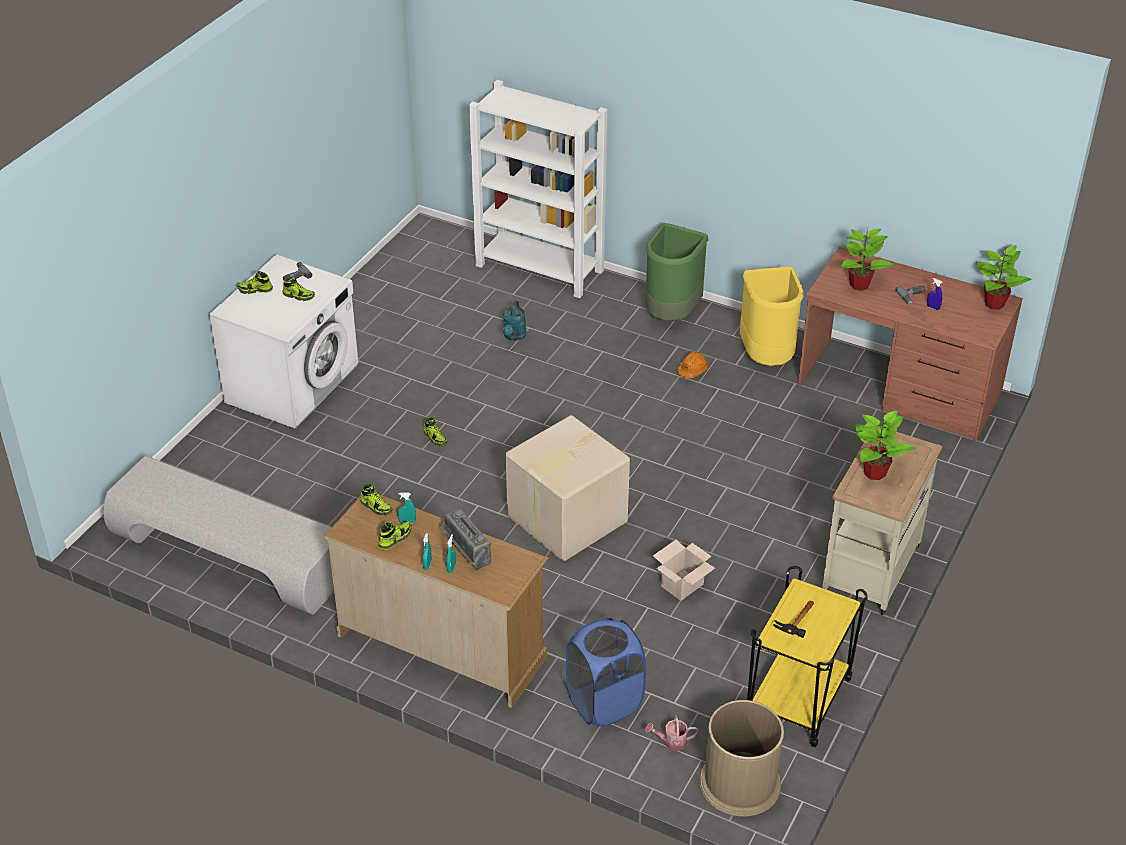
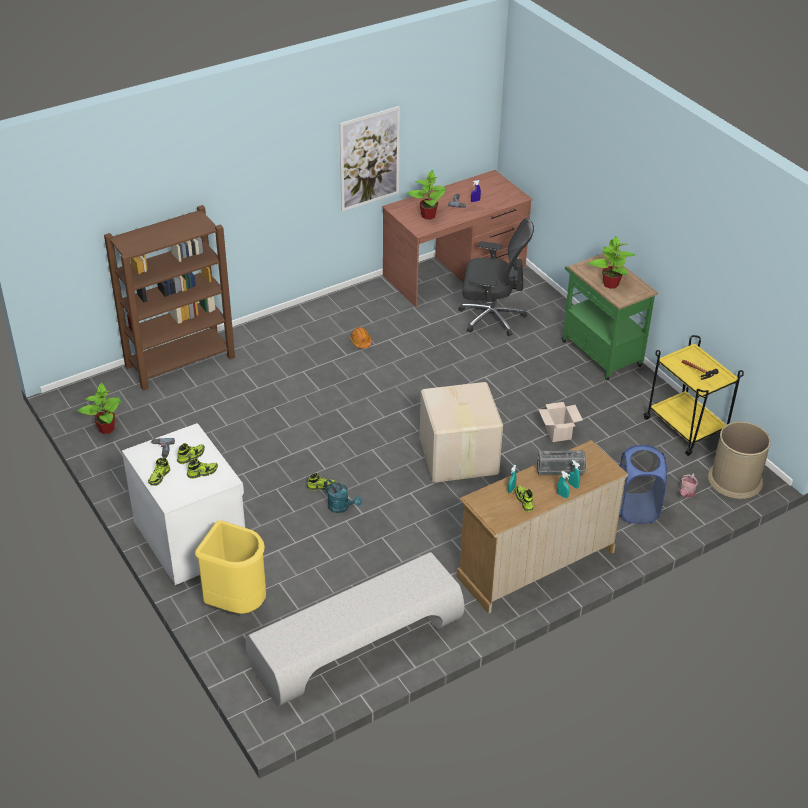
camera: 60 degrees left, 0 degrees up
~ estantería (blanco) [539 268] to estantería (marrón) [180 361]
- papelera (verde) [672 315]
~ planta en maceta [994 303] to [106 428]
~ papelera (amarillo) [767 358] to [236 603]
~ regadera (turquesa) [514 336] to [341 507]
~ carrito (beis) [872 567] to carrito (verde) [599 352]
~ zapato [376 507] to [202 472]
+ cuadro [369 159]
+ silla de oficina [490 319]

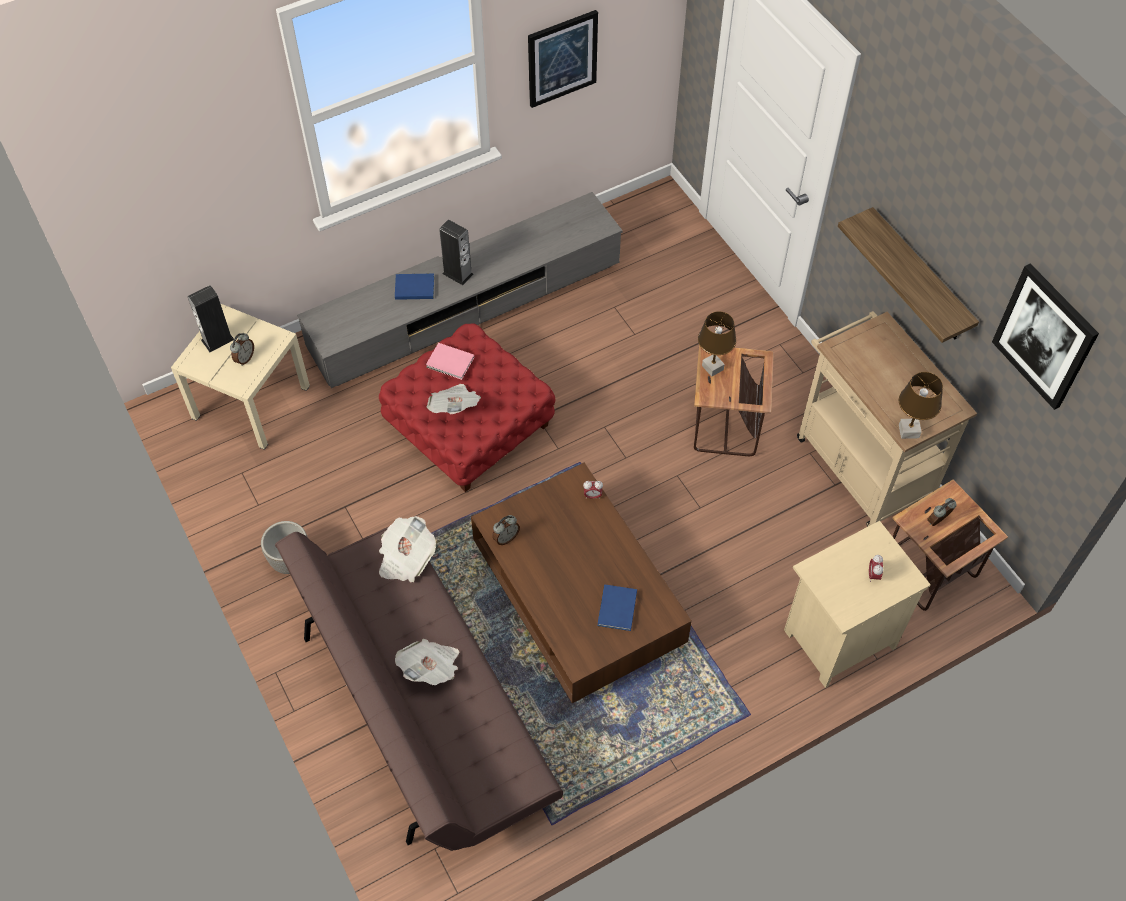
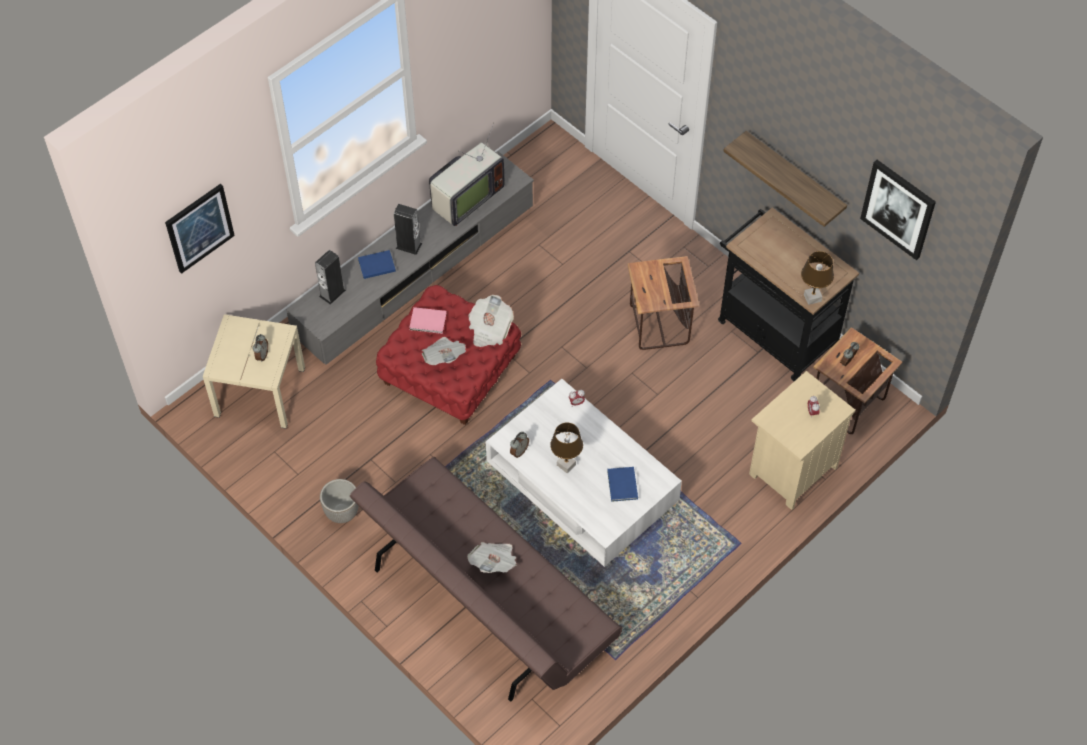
camera: 15 degrees left, 0 degrees up
~ cuadro [562 58] to [199 228]
~ altavoz [217 340] to [332 293]
~ lámpara de mesa (marrón) [712 367] to [566 465]
~ carrito (beis) [860 466] to carrito (negro) [773 332]
~ mesa de centro (marrón) [578 596] to mesa de centro (blanco) [582 486]
~ periódico [406 558] to [489 329]
+ televisor [465 199]

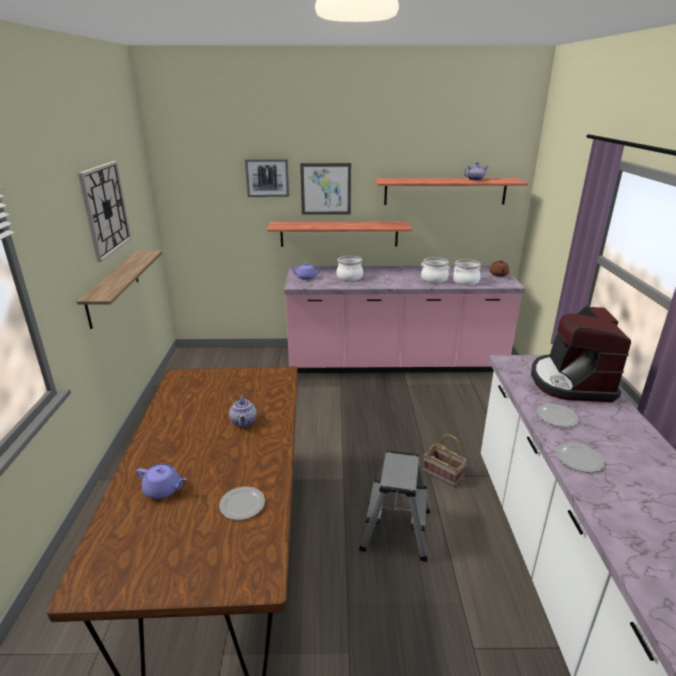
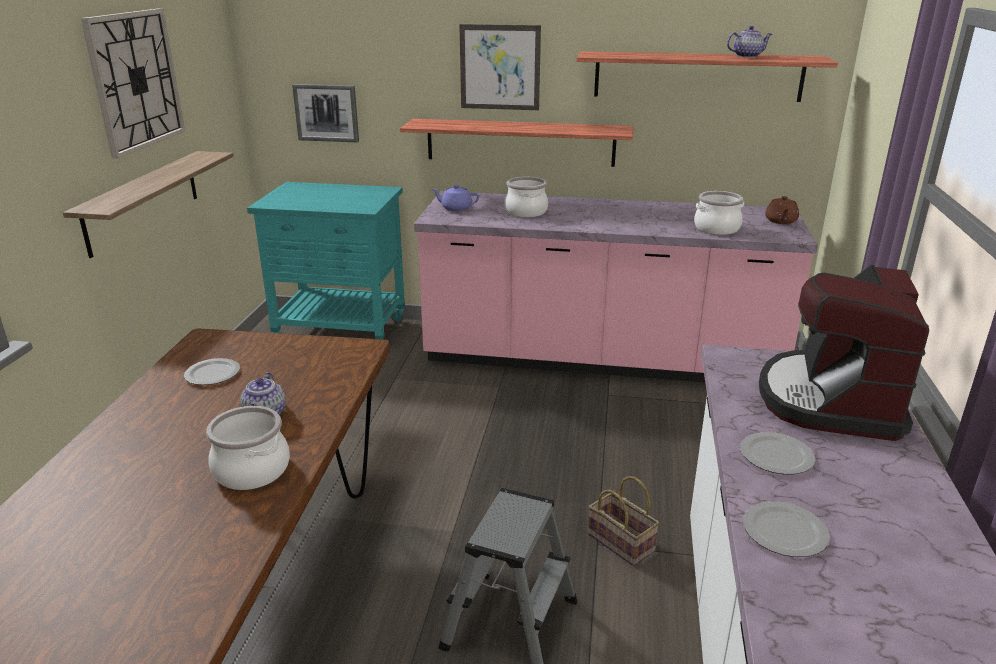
camera: 10 degrees right, 0 degrees up
~ cuadro [267 177] to [326 113]
~ olla [434 279] to [252 470]
- tetera (morado) [163 490]
~ plato [241 505] to [211 374]
+ carrito (turquesa) [342 334]

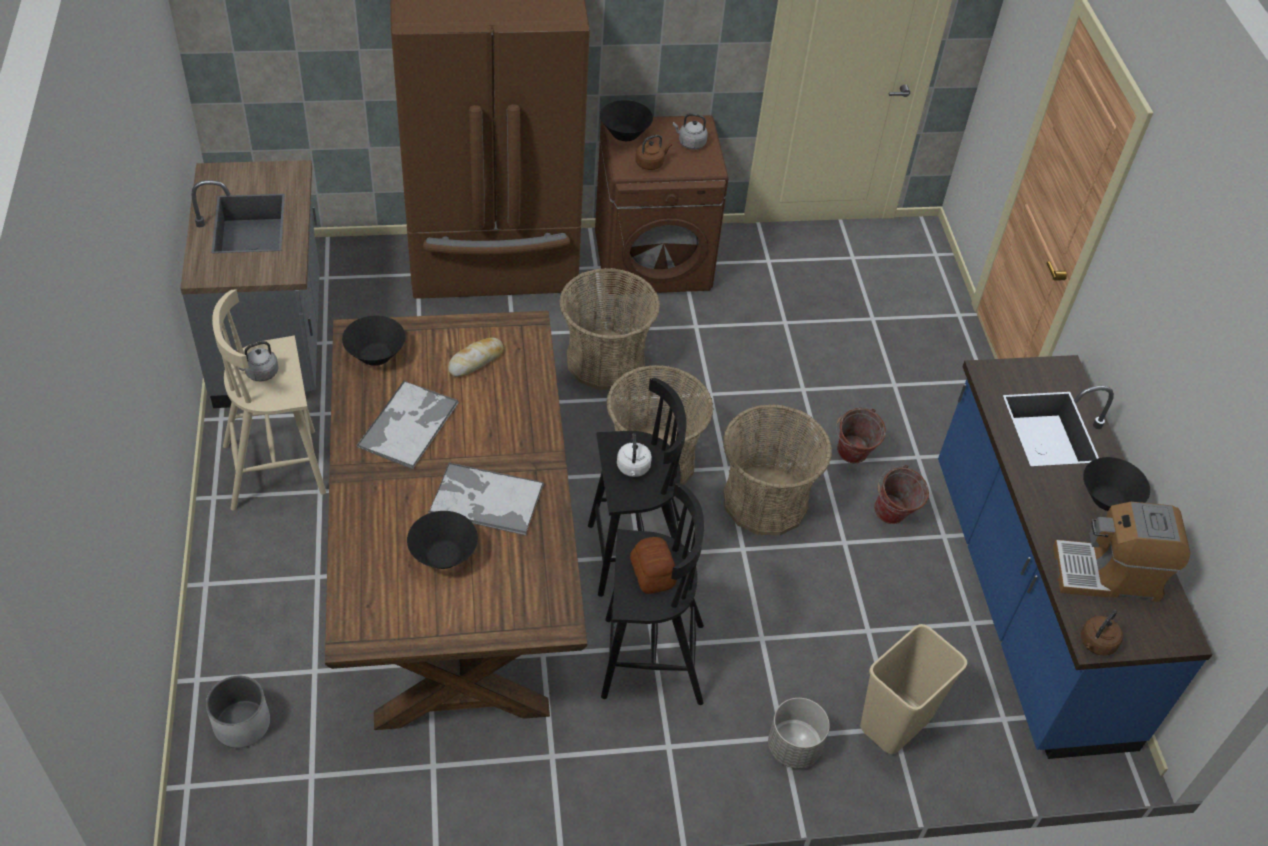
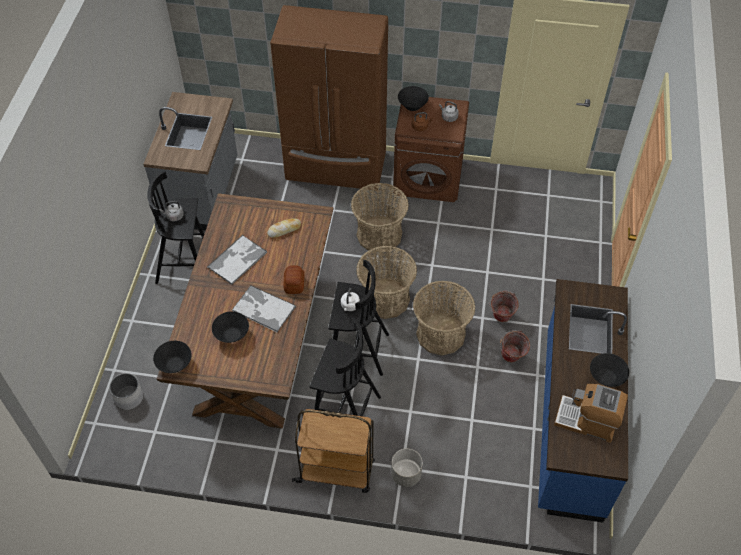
camera: 20 degrees right, 5 degrees up
~ taburete (beis) [278 468] to taburete (negro) [185 264]
~ cuenco (negro) [375 355] to [174 364]
~ pan [652 574] to [294 284]
- hervidor (marrón) [1096 644]
- papelera (beis) [895 724]
+ carrito (marrón) [336 472]

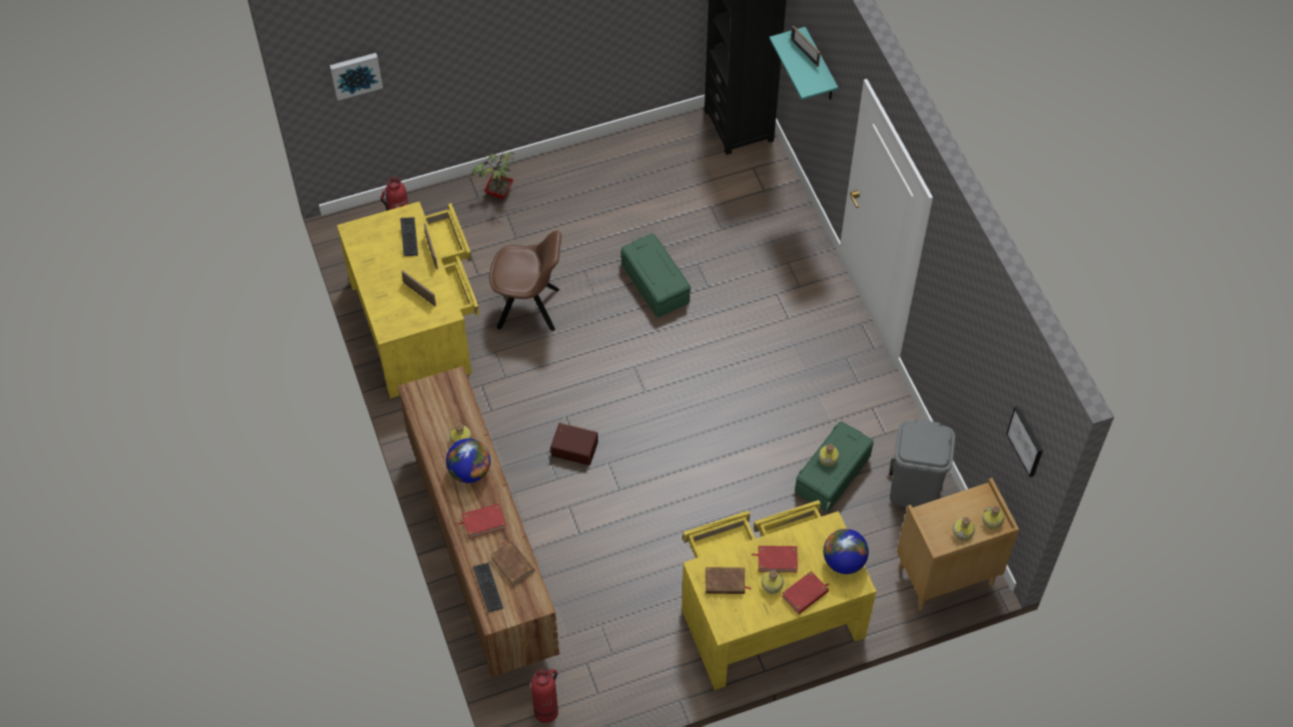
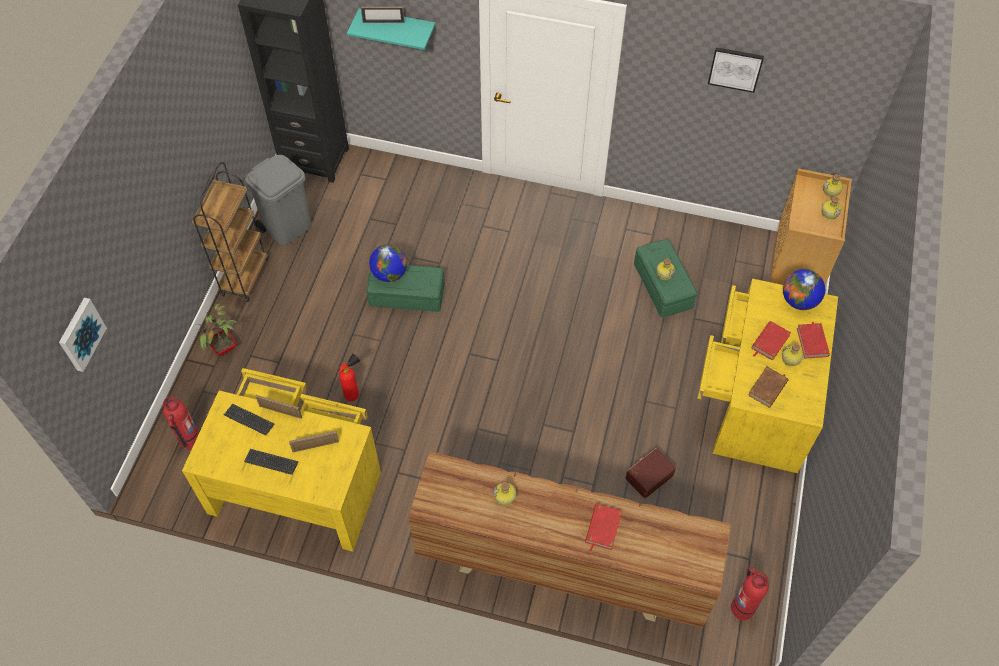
camera: 55 degrees left, 0 degrees up
~ silla (marrón) [529 308] to extintor [354 393]
~ cuadro [1026 441] to [735 68]
~ papelera (gris) [914 490] to [288 226]
~ caja de almacenaje (marrón) [575 447] to [648 476]
~ globo terráqueo [470 471] to [389 274]
- libro (marrón) [512 564]
~ teclado [488 588] to [271 462]
+ carrito (marrón) [245 278]

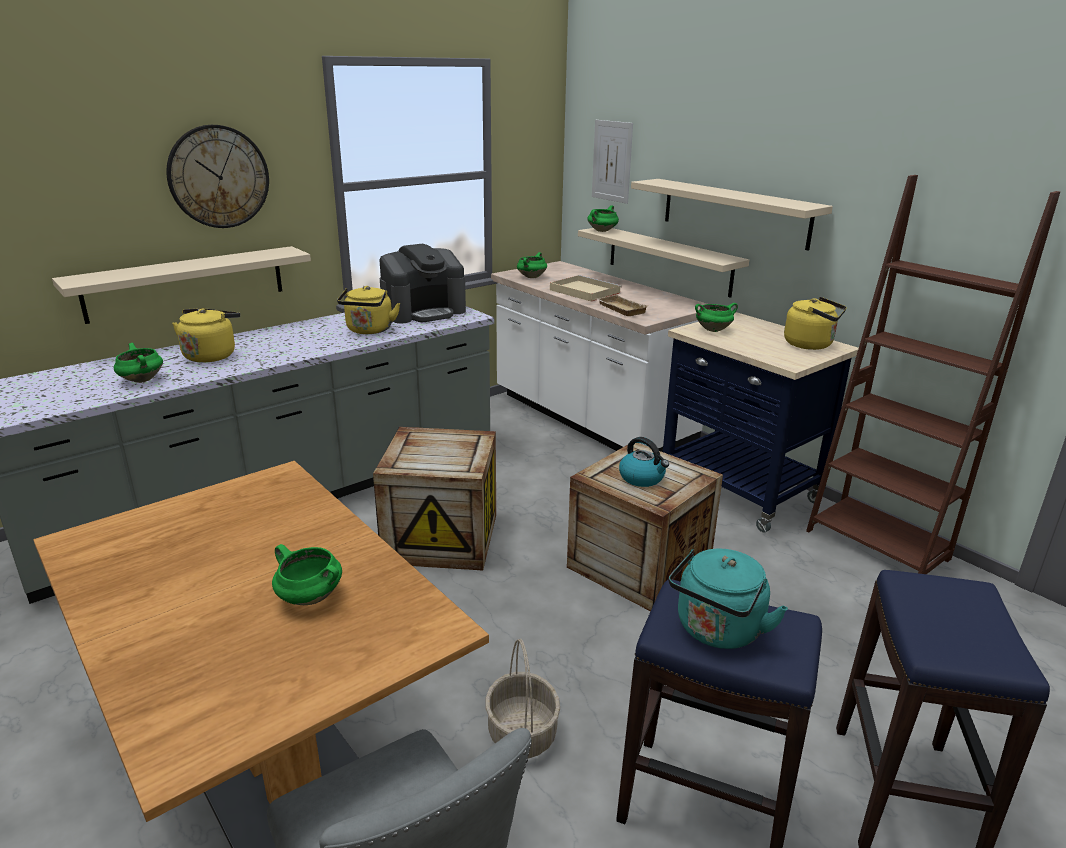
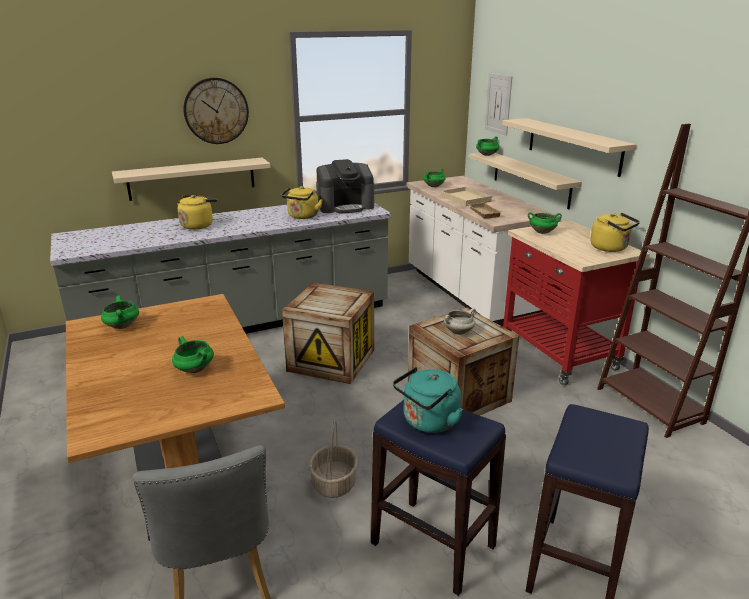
camera: 15 degrees right, 0 degrees up
~ carrito (azul) [739 491] to carrito (rojo) [558 355]
~ olla (verde) [141 380] to [122 326]
~ hervidor [642 478] to olla (blanco) [459 332]

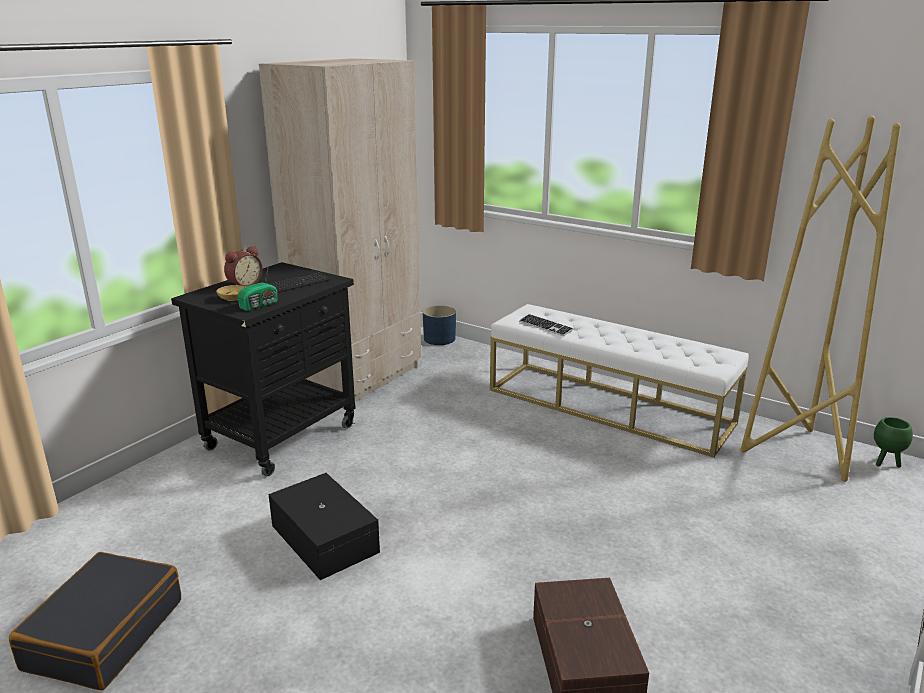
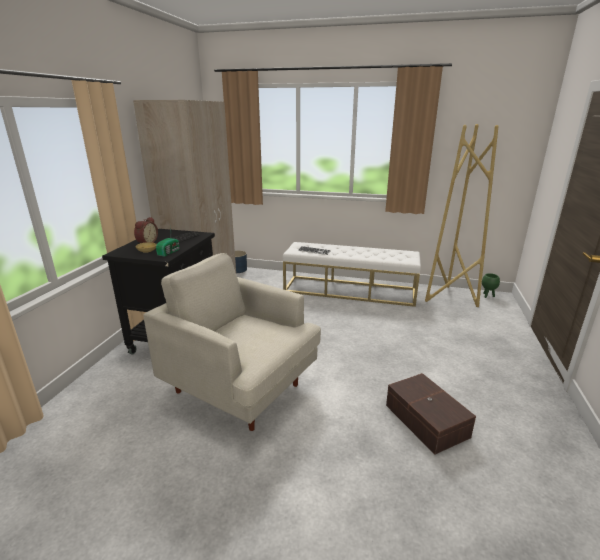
camera: 20 degrees left, 0 degrees up
~ caja de almacenaje (negro) [325 537] to sillón (beis) [241 389]
- maleta (negro) [104 633]

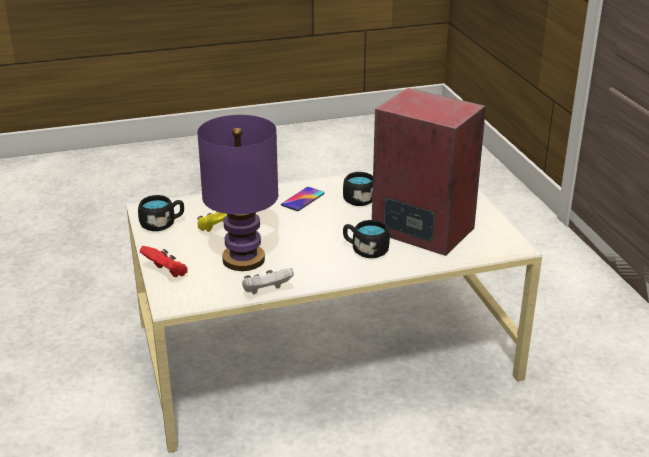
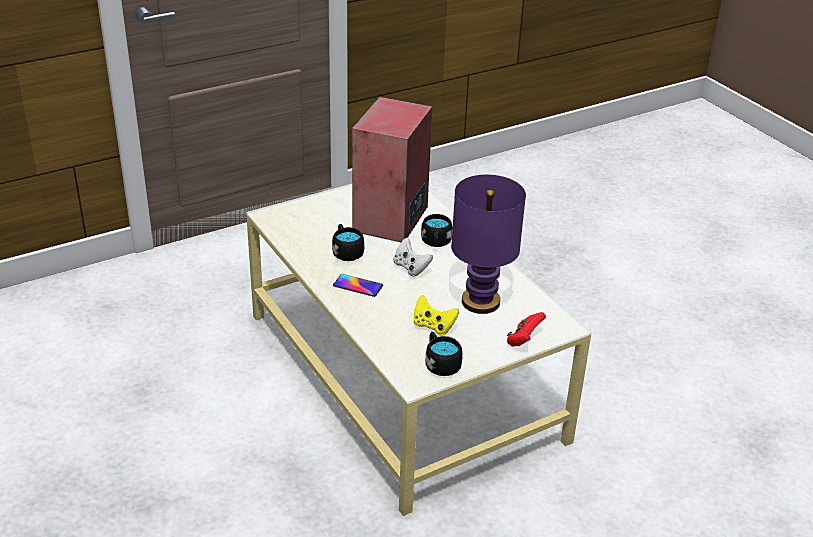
camera: 105 degrees left, 5 degrees up
~ mando de consola (blanco) [266 292] to [411 268]

